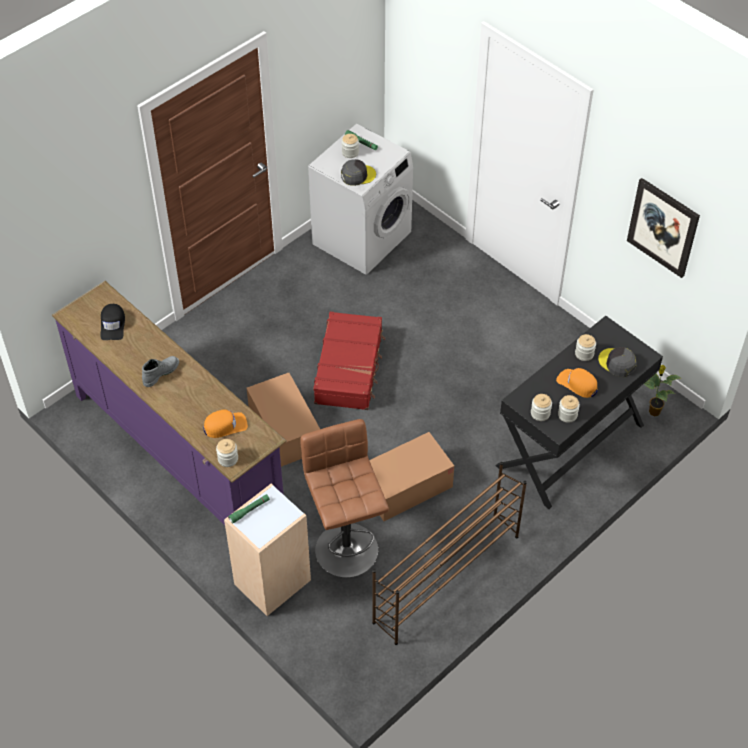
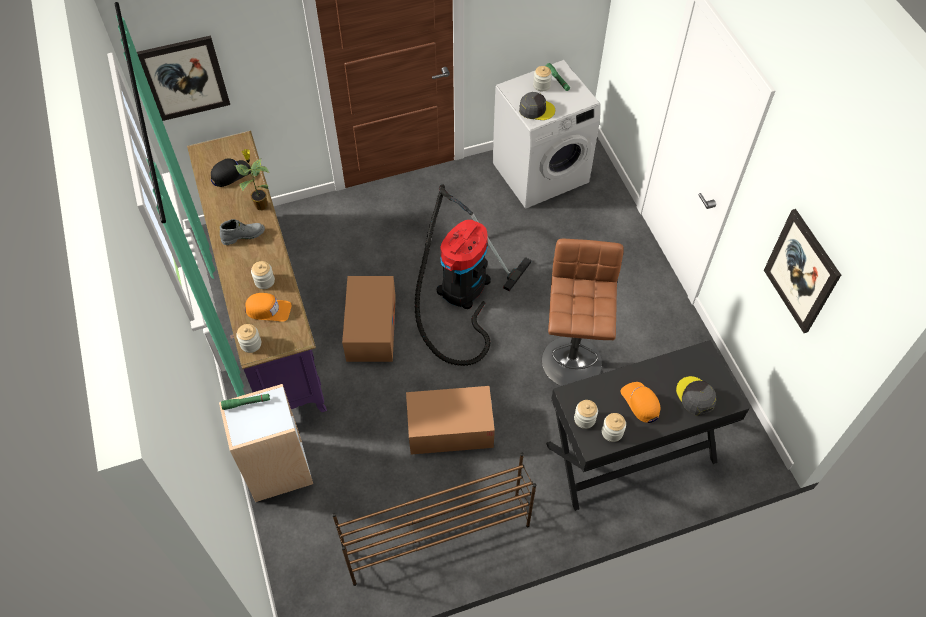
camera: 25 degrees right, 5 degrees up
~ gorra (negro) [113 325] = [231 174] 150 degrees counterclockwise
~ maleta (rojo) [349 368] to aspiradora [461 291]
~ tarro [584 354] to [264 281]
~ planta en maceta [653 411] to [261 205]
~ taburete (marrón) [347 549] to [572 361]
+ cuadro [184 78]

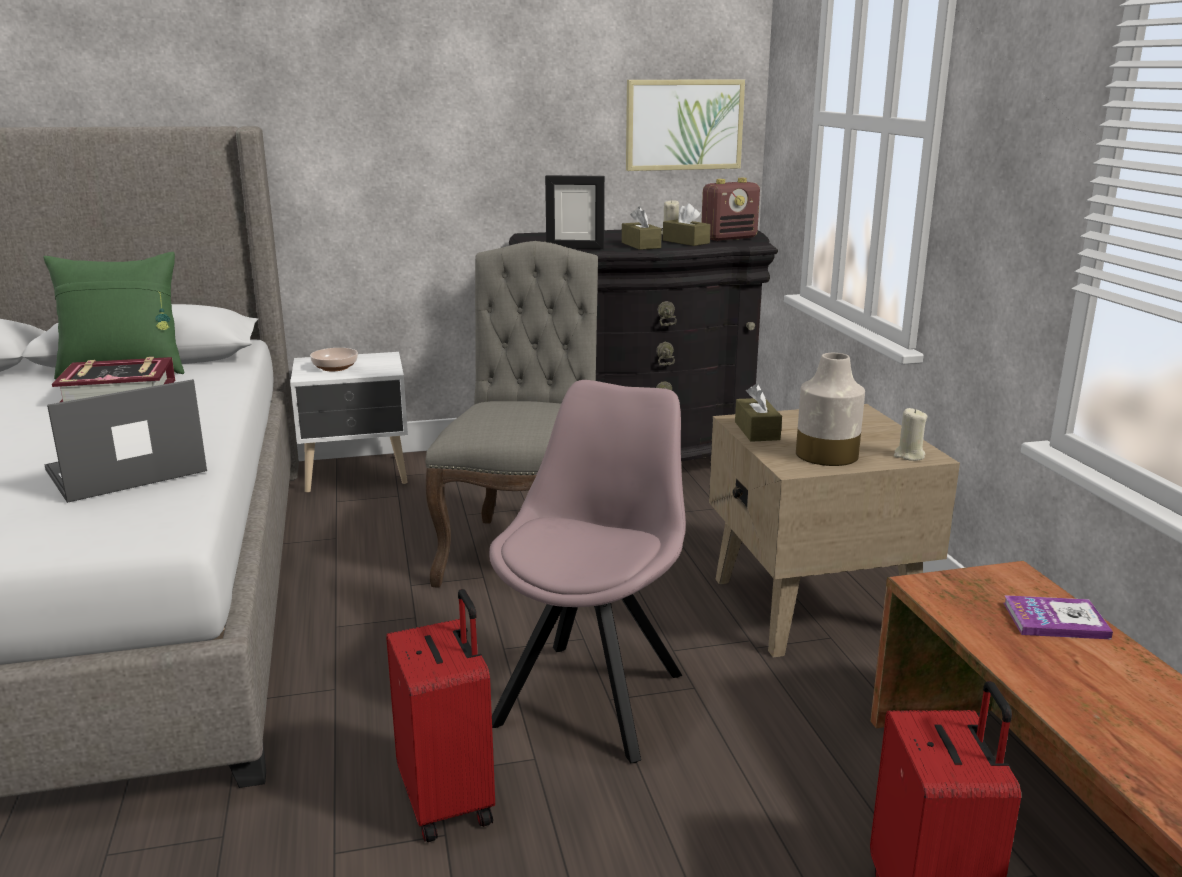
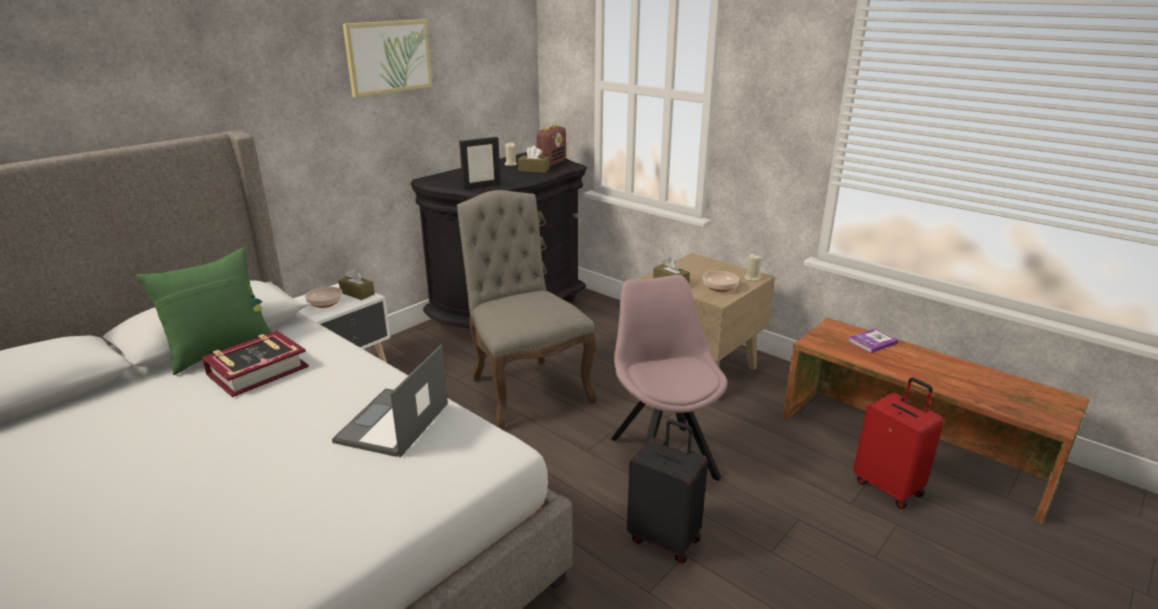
camera: 35 degrees left, 5 degrees up
~ cuadro [684 125] to [388 57]
~ caja de pañuelos (marrón) [641 245] to [357 293]
~ florero (beis) [826 454] to cuenco [719 288]
~ maleta (rojo) [449 800] to maleta (negro) [665 538]

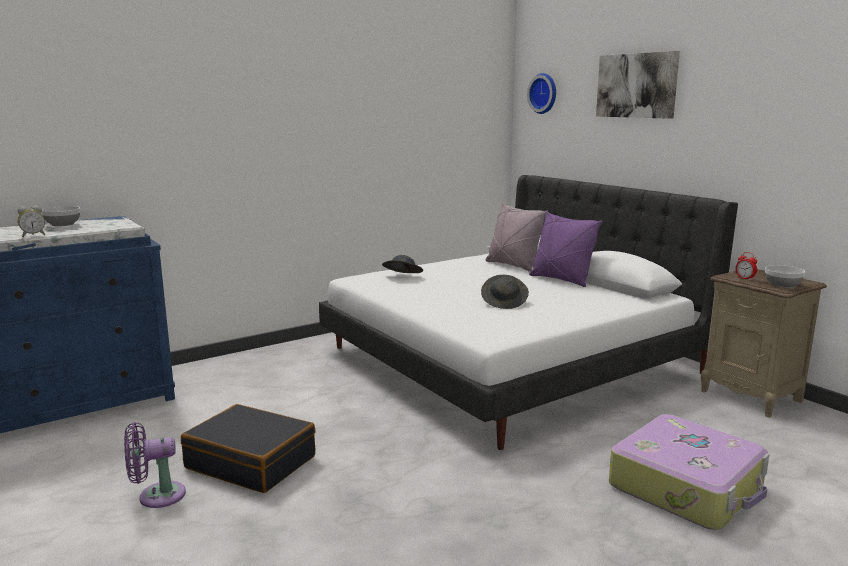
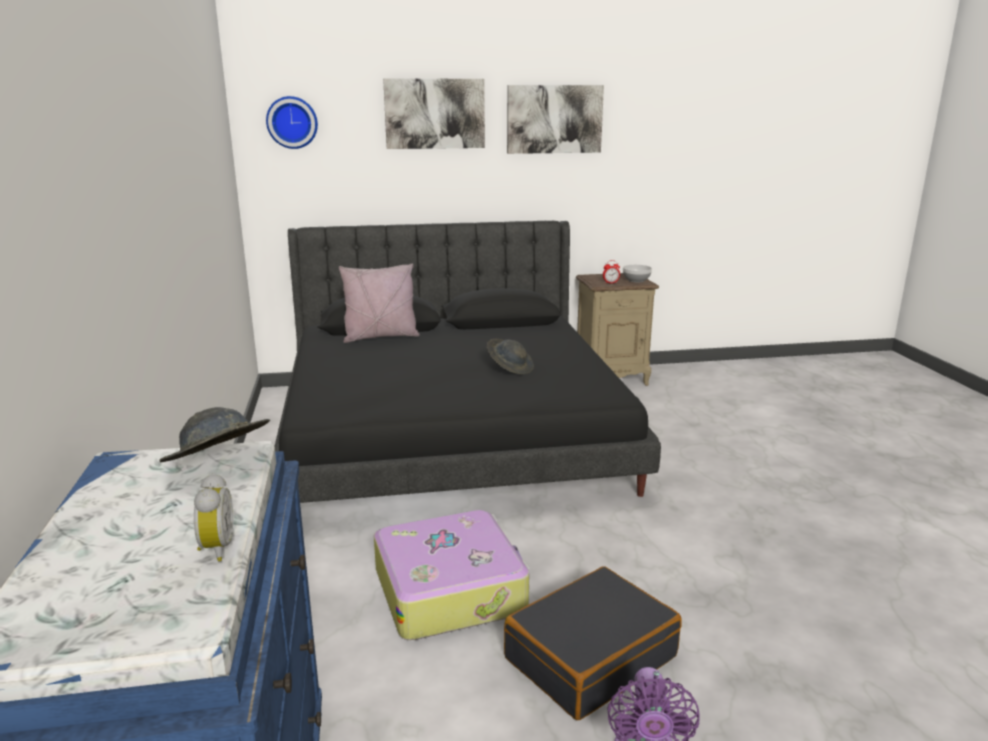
camera: 65 degrees left, 5 degrees up
~ cama (blanco) [511 360] to cama (negro) [451 437]
- cuenco [62 224]
- cojín (morado) [561 280]
~ sombrero (gris) [402 277] to [219 465]
~ maleta [687 487] to [451 589]
+ cuadro [554 119]

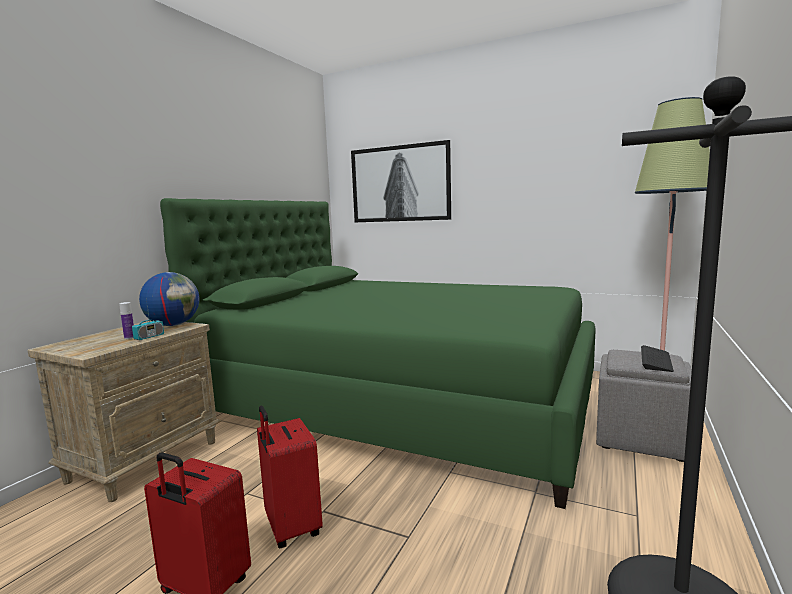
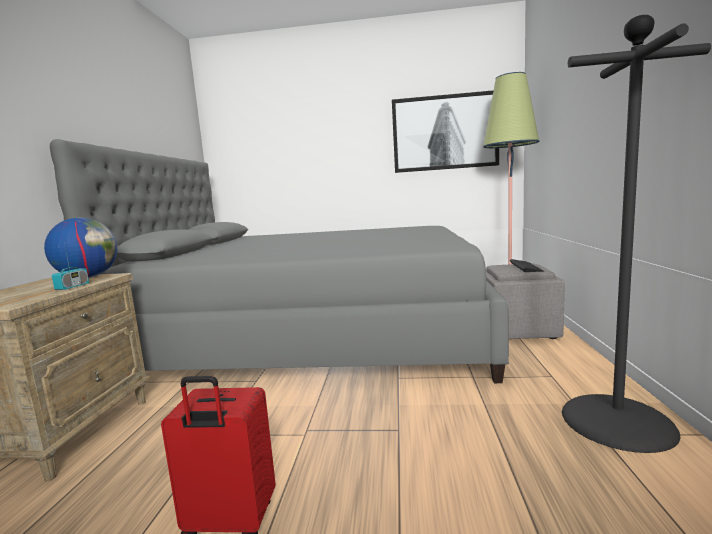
camera: 20 degrees left, 0 degrees up
~ cuadro [400 183] to [445 132]
~ cama (verde) [401 399] to cama (gris) [316 335]
- botella [129 337]
- maleta (rojo) [291 528]

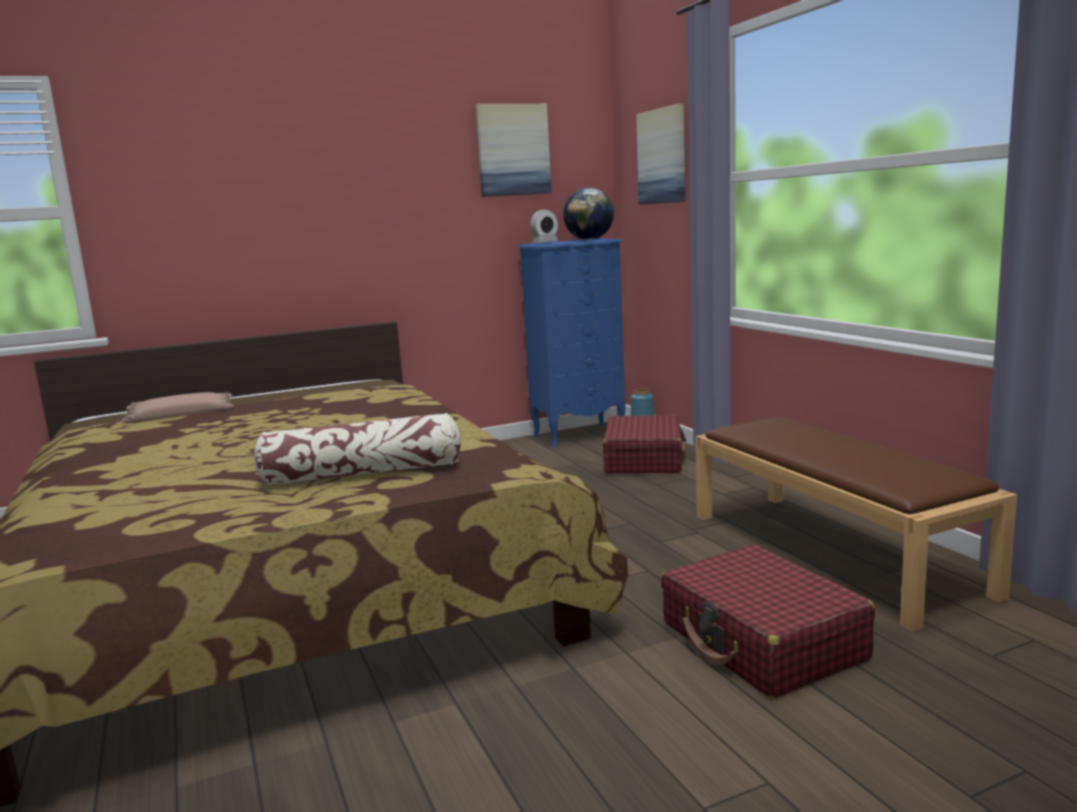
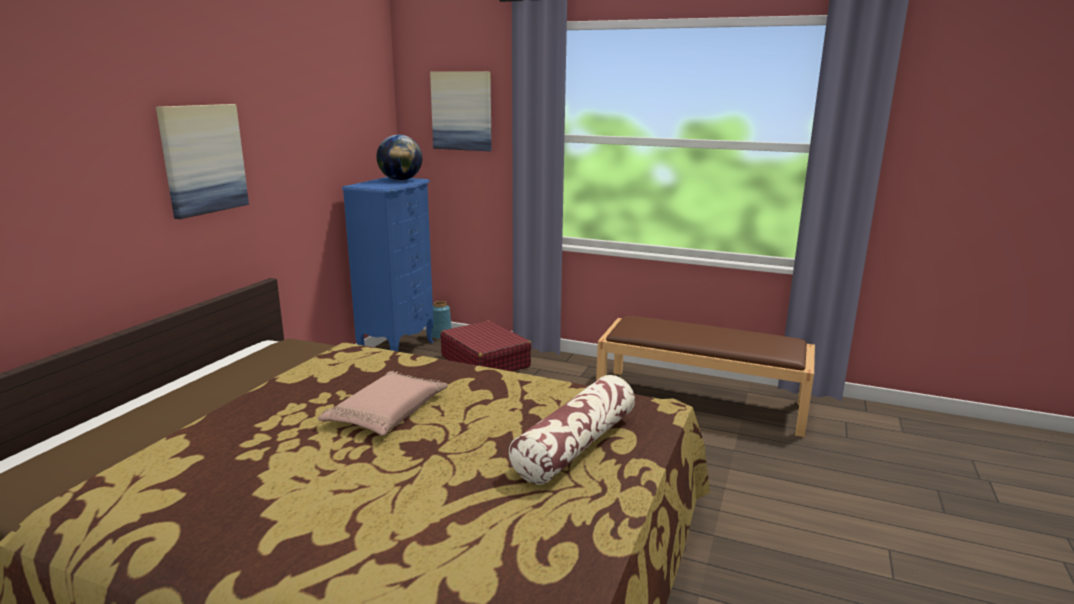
camera: 45 degrees left, 5 degrees up
~ cuadro [513 150] to [203 159]
- despertador [545 242]
~ cojín (beis) [181 416] to [387 410]
- maleta (rojo) [762 642]

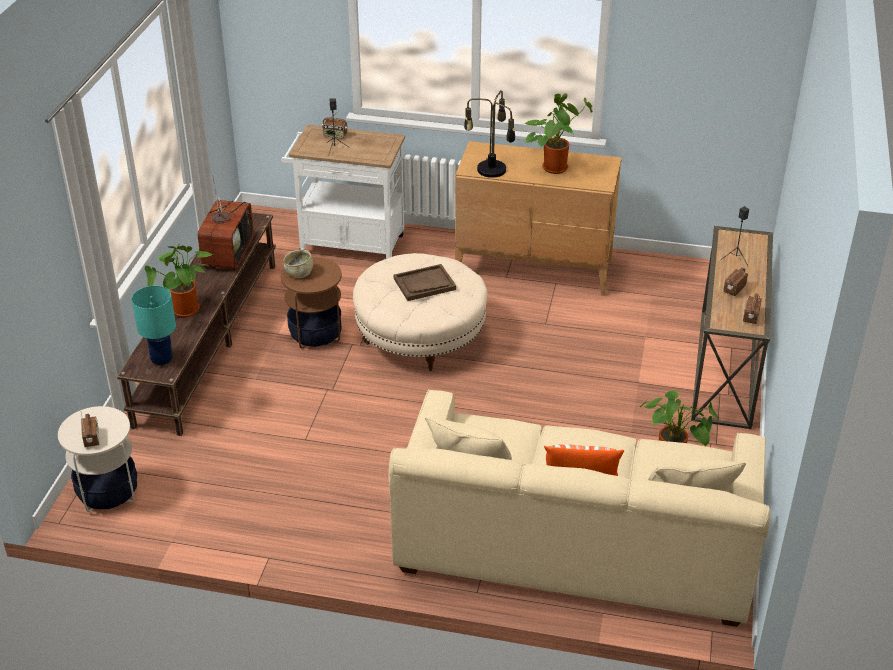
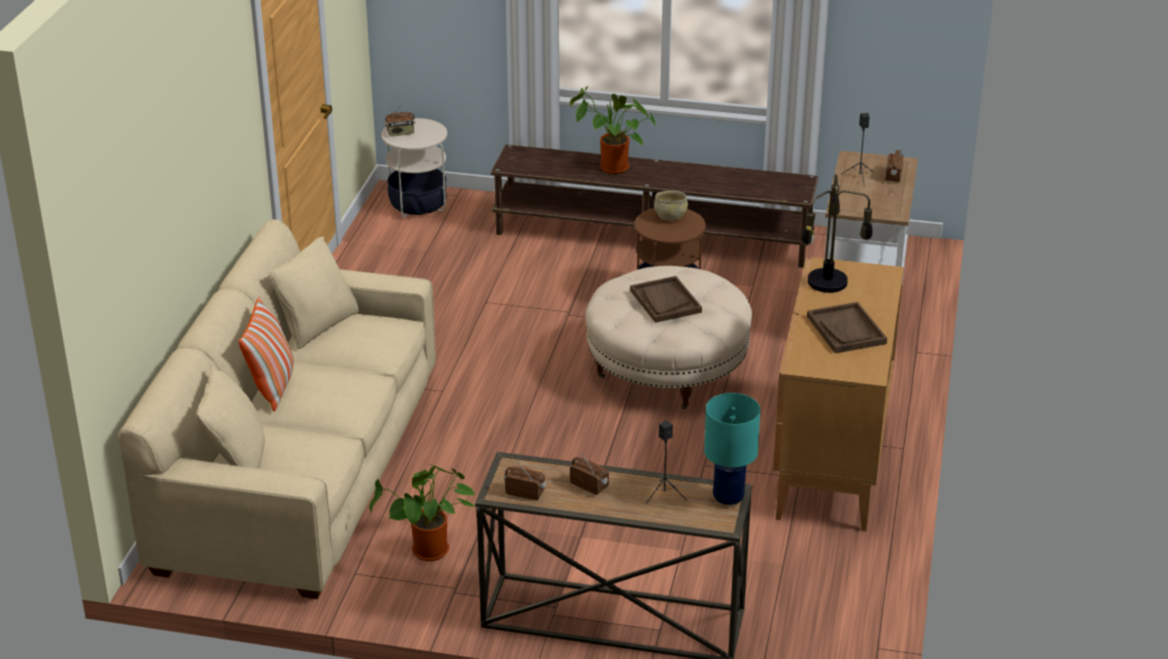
camera: 90 degrees right, 5 degrees down
~ planta en maceta [555 166] to bandeja (marrón) [846 330]
- televisor [227 252]
~ lámpara de mesa (turquesa) [162 360] to [728 498]

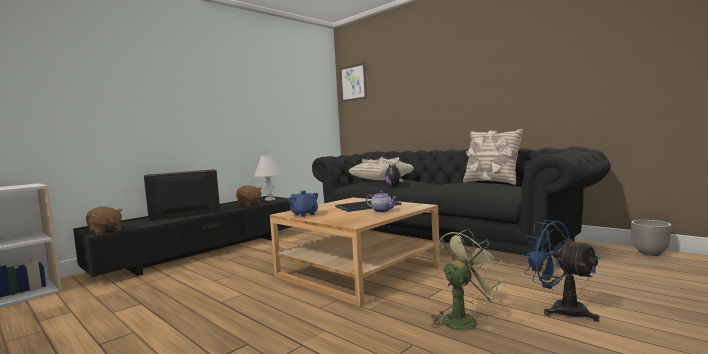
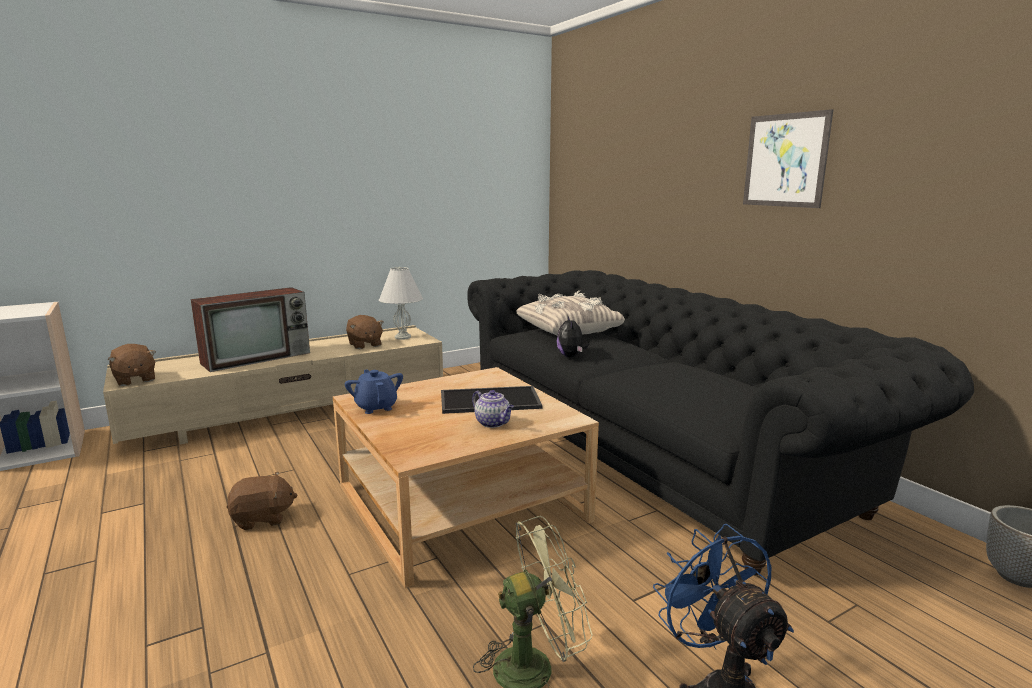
camera: 15 degrees right, 10 degrees up
~ cuadro [353 82] to [785 160]
- cojín (beis) [491 182]
~ televisor [183 215] = [258 357] 150 degrees clockwise
~ mueble de televisión (negro) [204 251] to mueble de televisión (beis) [292 409]
+ peluche (marrón) [262 518]

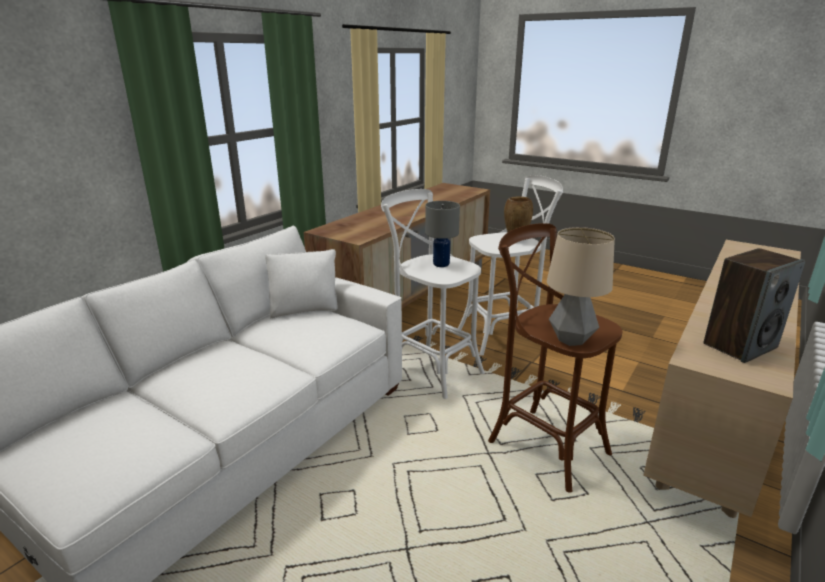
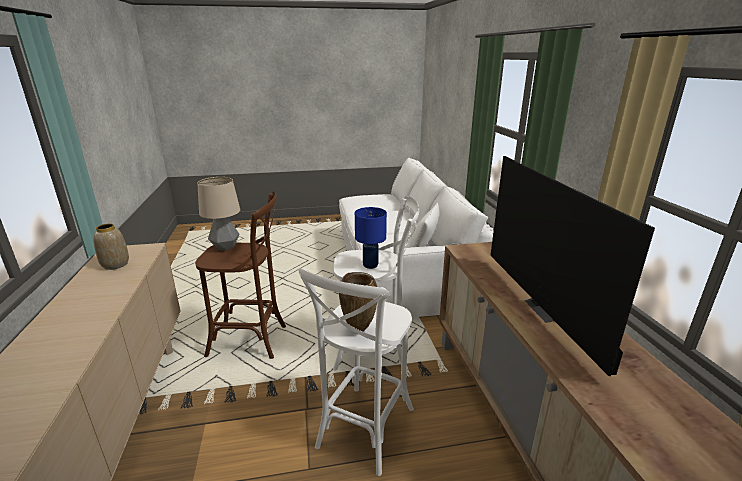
camera: 135 degrees right, 0 degrees up
~ lámpara de mesa (gris) [442 265] to lámpara de mesa (azul) [369 266]
~ altavoz [739 345] to florero [115 265]
+ televisor [547 310]

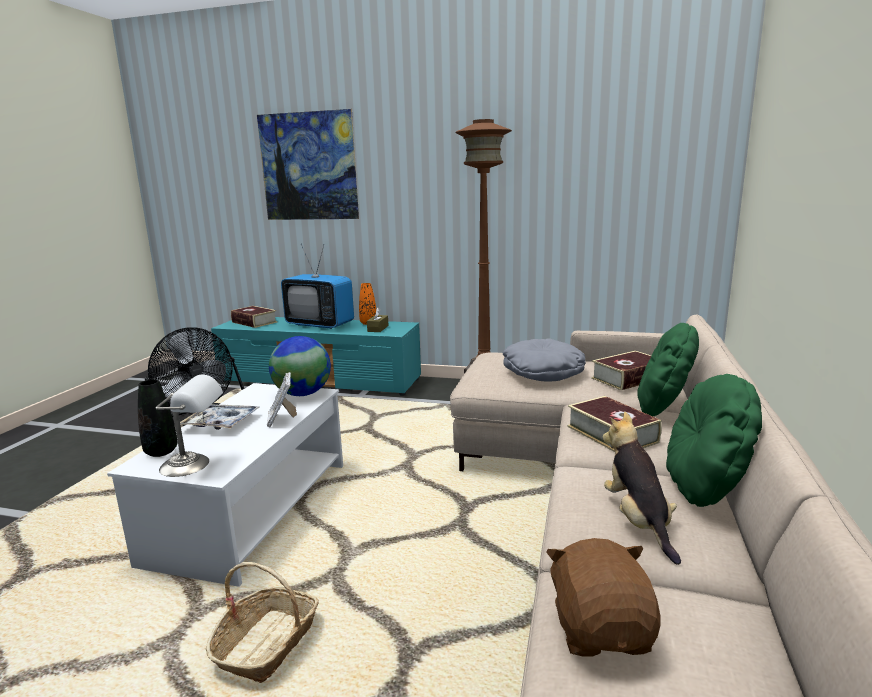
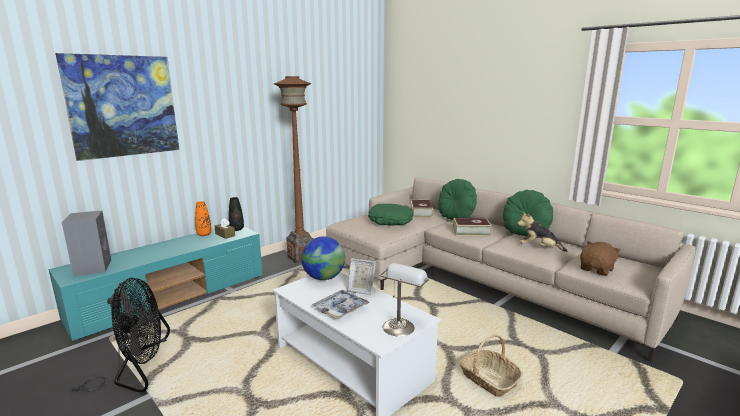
camera: 60 degrees left, 0 degrees up
- televisor [320 325]
~ libro [254 322] to altavoz (gris) [92 267]
~ cojín (gris) [544 372] to cojín (verde) [391 221]
~ florero (negro) [161 452] to [237 229]
~ peluche (marrón) [601 630] = [597 269] 105 degrees clockwise

